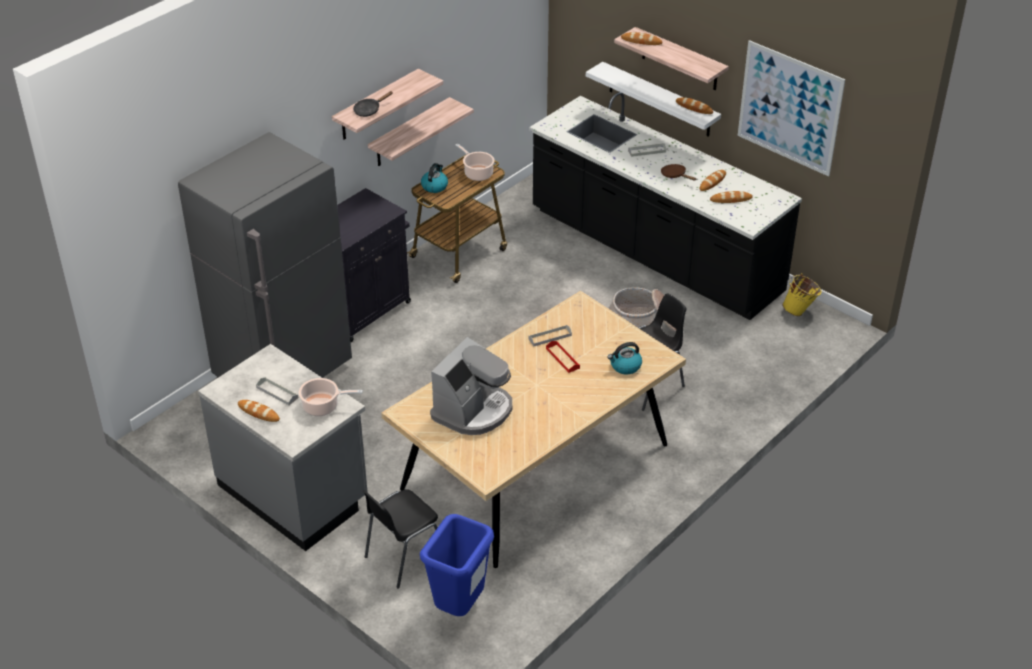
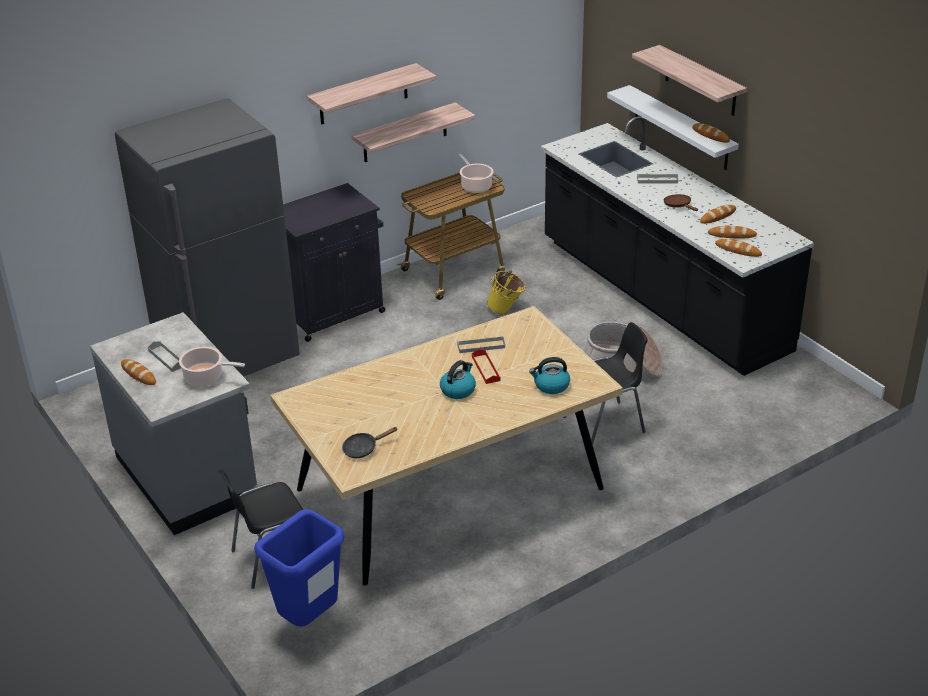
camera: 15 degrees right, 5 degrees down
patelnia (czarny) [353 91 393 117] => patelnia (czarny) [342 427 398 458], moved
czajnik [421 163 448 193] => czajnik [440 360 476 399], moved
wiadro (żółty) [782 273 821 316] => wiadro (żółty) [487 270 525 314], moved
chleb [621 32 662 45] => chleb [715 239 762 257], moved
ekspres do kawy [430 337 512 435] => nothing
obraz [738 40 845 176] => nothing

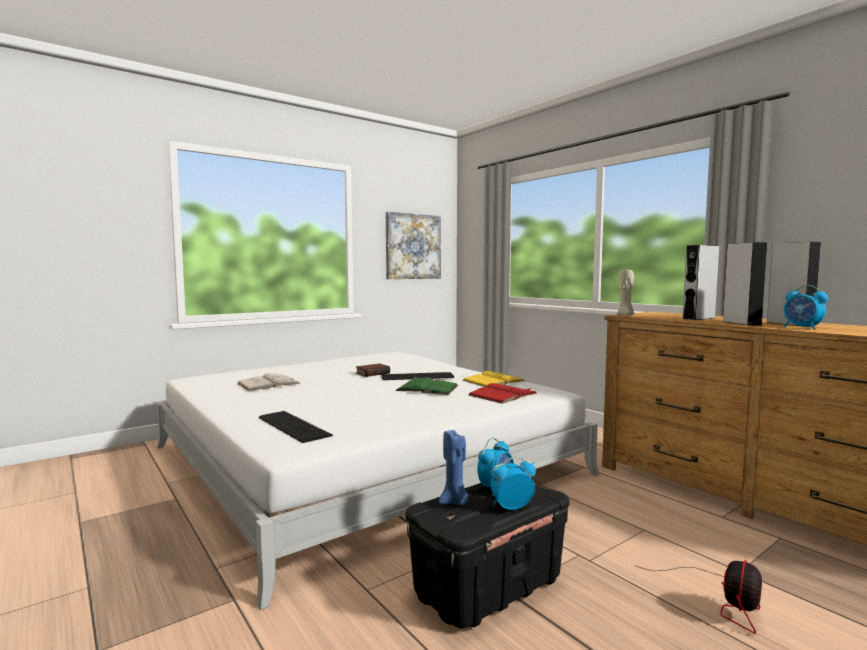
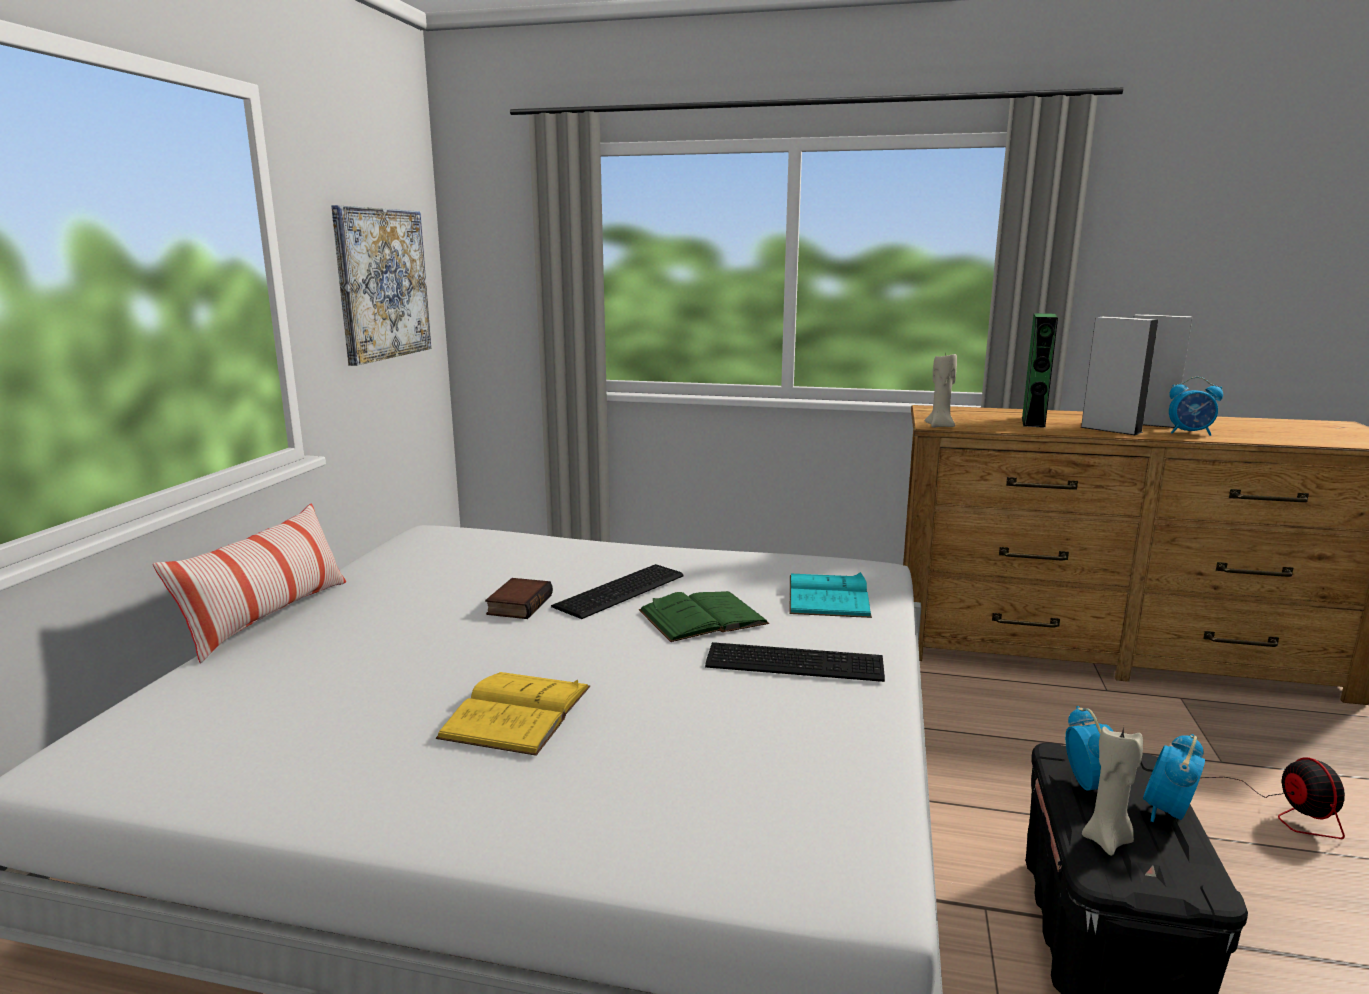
camera: 40 degrees left, 10 degrees up
nothing => poduszka [153 504 346 663]
książka (żółty) [462 371 525 387] => książka (żółty) [436 672 590 756], moved
klawiatura [259 411 333 443] => klawiatura [705 642 885 682], moved
książka (czerwony) [468 383 537 404] => książka (turkusowy) [790 572 872 618]
głośnik (szary) [683 245 719 320] => głośnik (zielony) [1022 313 1058 428]
świeca (niebieski) [439 430 468 505] => świeca (beżowy) [1082 727 1143 856]
książka (biały) [237 373 301 391] => nothing

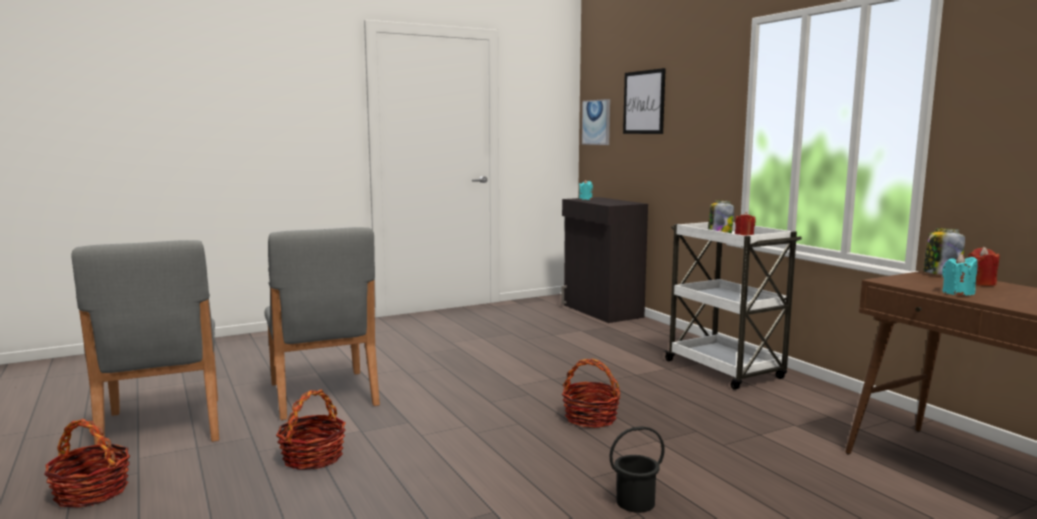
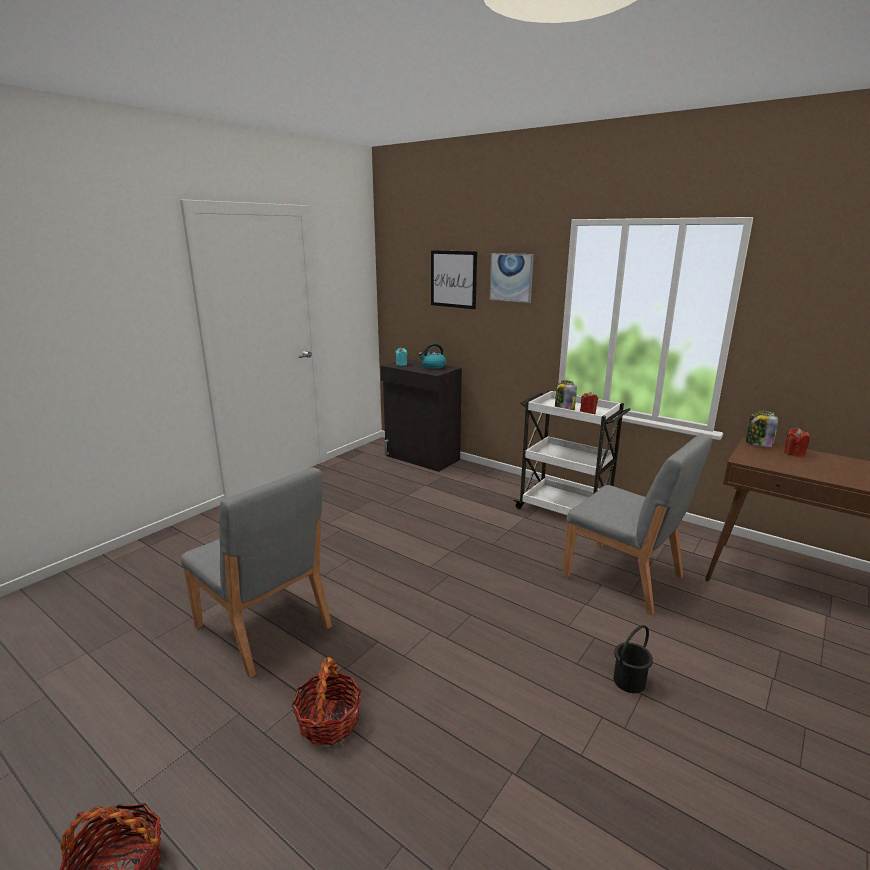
camera: 25 degrees left, 10 degrees up
nothing => czajnik [419 343 446 369]
obraz [582 99 610 145] => obraz [490 253 534 303], moved
krzesło (szary) [72 240 219 458] => krzesło (szary) [563 435 712 615], moved
koszyk [562 359 621 428] => nothing
świeca (turkusowy) [942 254 978 296] => nothing

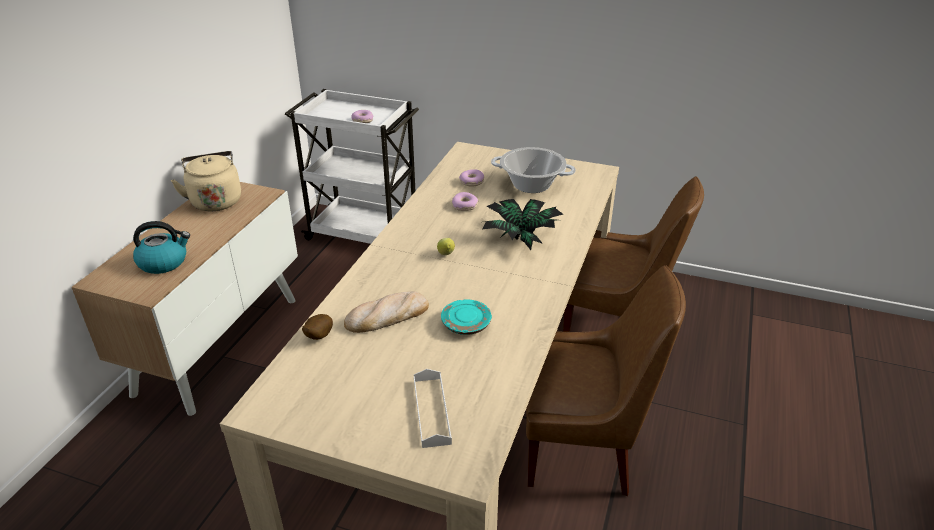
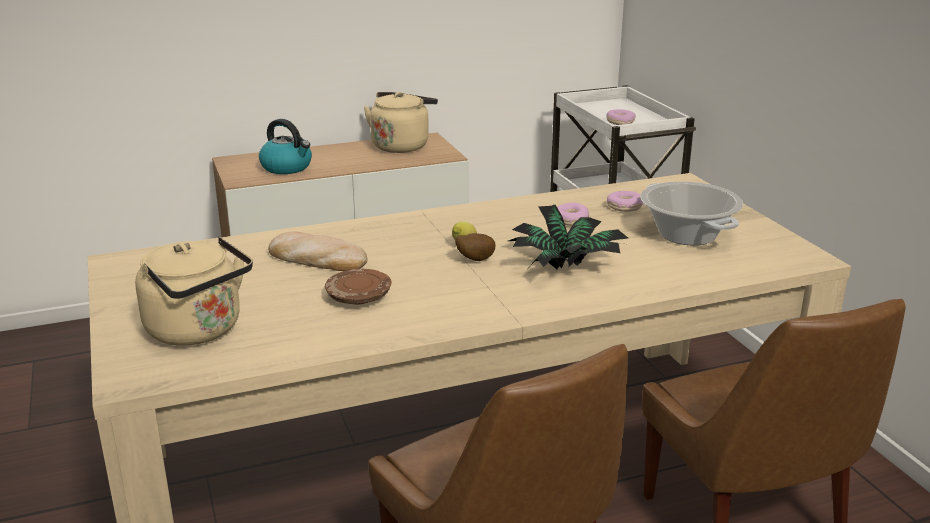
camera: 50 degrees right, 10 degrees down
taca (biały) [414 369 452 448] => czajnik (beżowy) [135 237 253 346]
talerz (turkusowy) [441 299 492 335] => talerz (brązowy) [325 269 391 304]
ziemniak [302 314 333 340] => ziemniak [455 233 496 261], moved

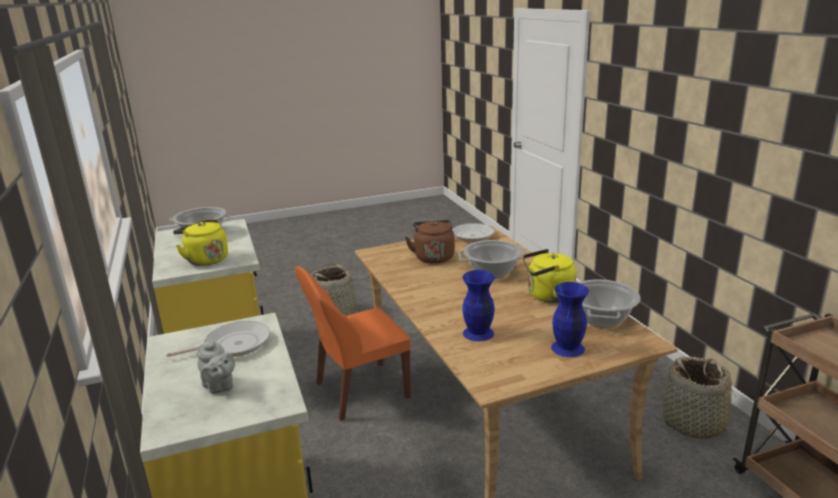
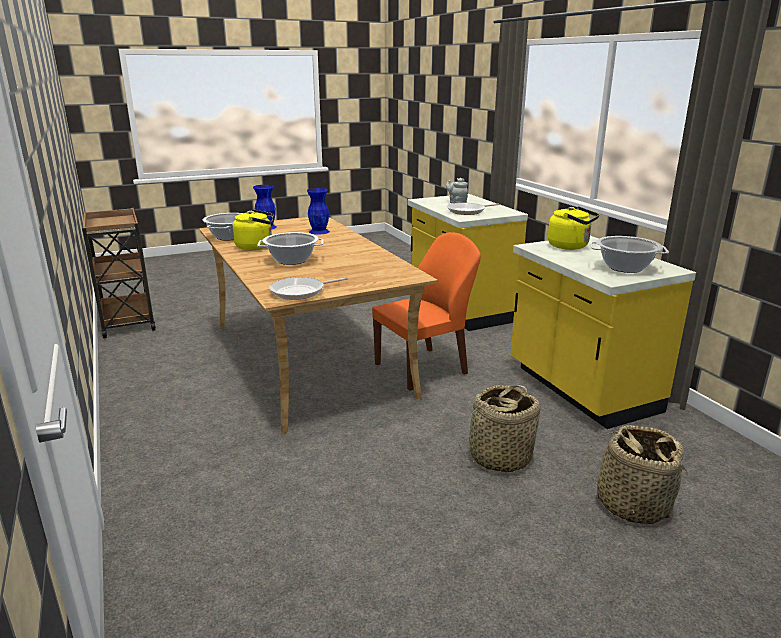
camera: 175 degrees right, 0 degrees up
koszyk [659 356 743 439] => koszyk [588 425 688 525], moved
czajnik (brązowy) [405 220 455 264] => nothing

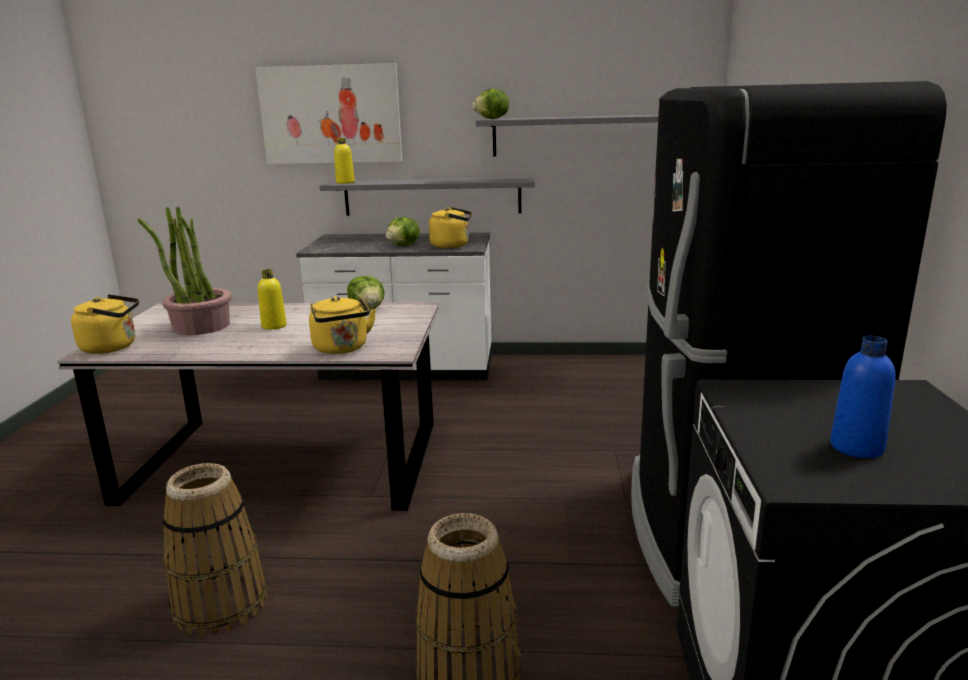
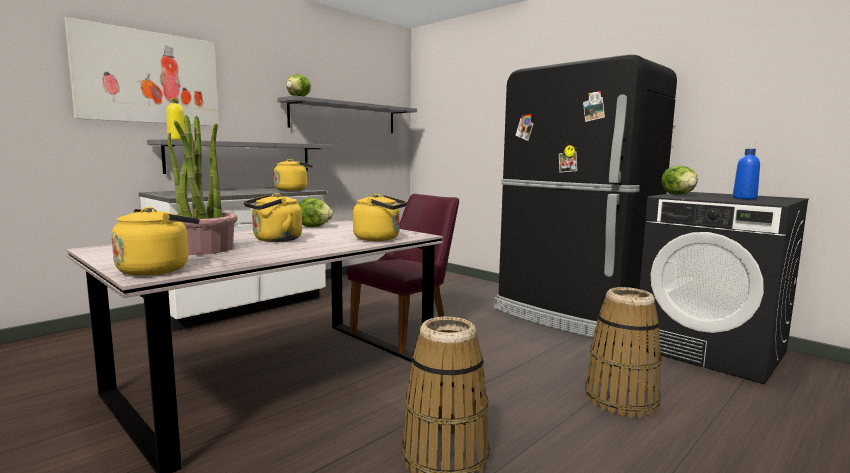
camera: 50 degrees left, 10 degrees down
butelka (żółty) [258 269 287 330] => czajnik (żółty) [244 193 302 242]
nothing => krzesło (fioletowy) [347 194 459 354]
sałata [386 217 420 246] => sałata [662 165 698 195], moved

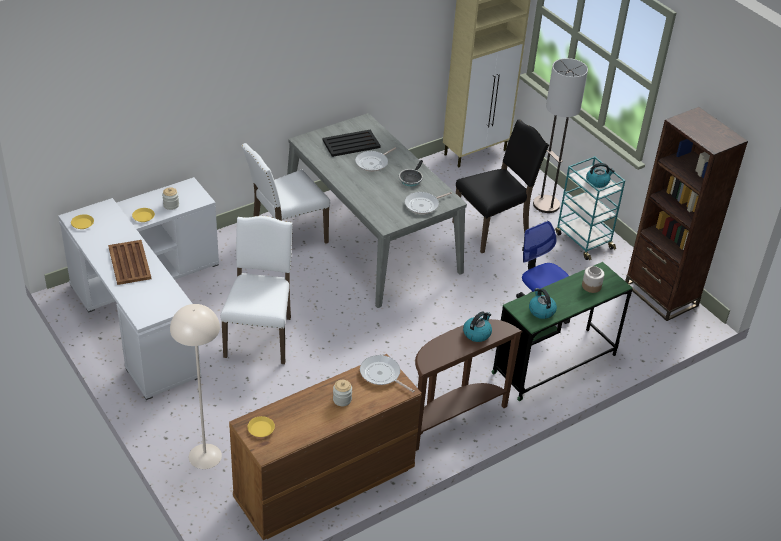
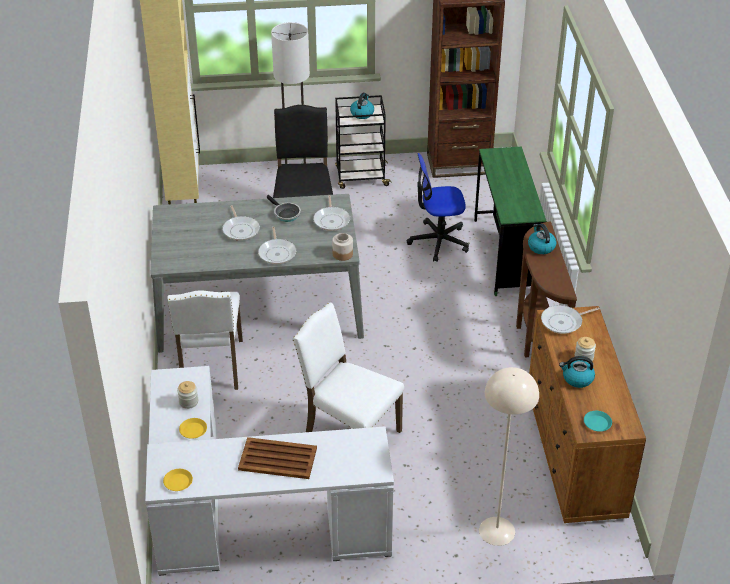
camera: 60 degrees left, 0 degrees up
nothing => patelnia [258 227 296 264]
słoik [582 266 604 293] => słoik [332 233 353 261], moved
wózek (turkusowy) [556 156 625 260] => wózek (czarny) [335 95 392 189]
czajnik [529 288 557 319] => czajnik [559 356 595 388], moved
talerz (żółty) [247 416 275 437] => talerz (turkusowy) [584 411 612 431]
taca (czarny) [322 130 381 157] => nothing

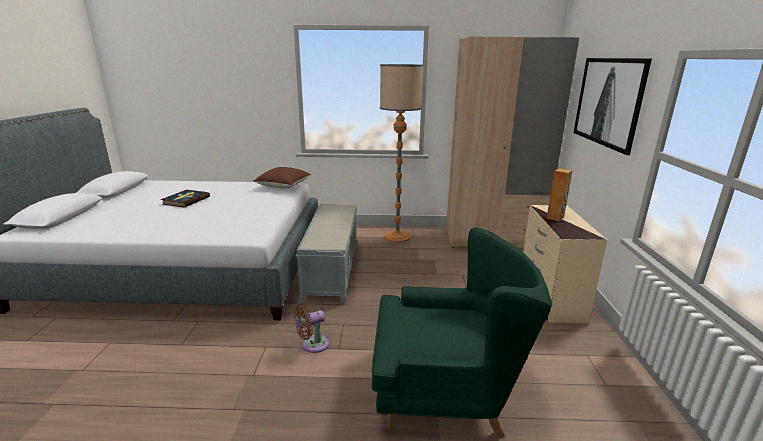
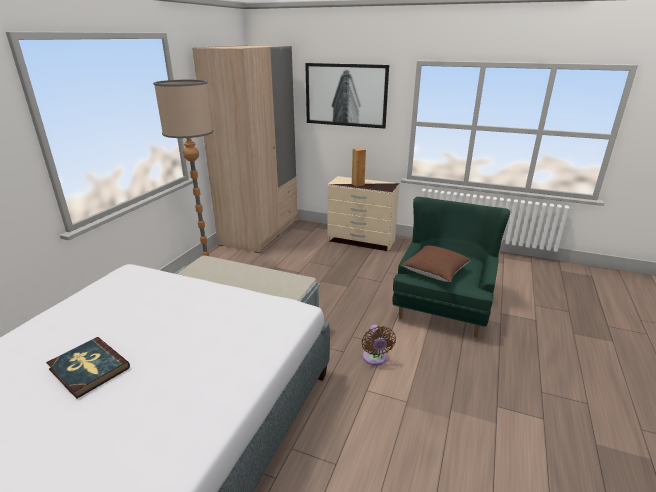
camera: 70 degrees left, 5 degrees up
poduszka (brązowy) [253 167 311 188] => poduszka (brązowy) [401 245 472 282], moved

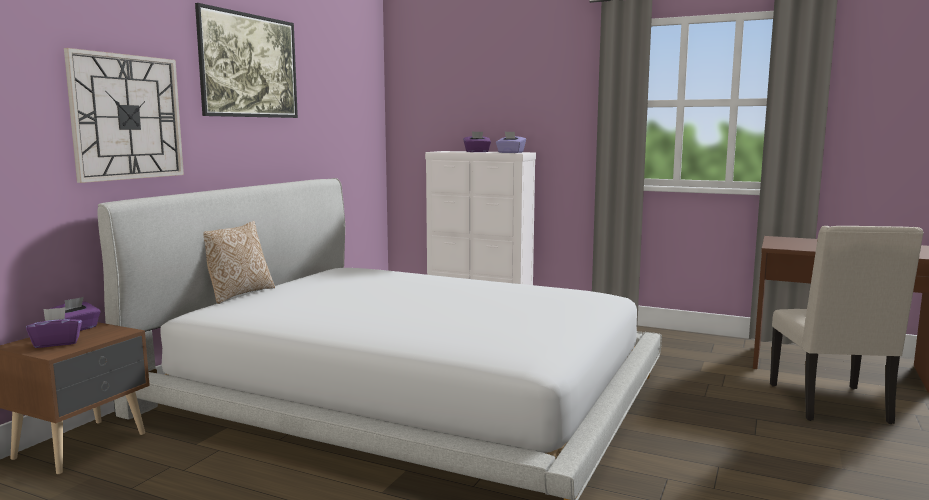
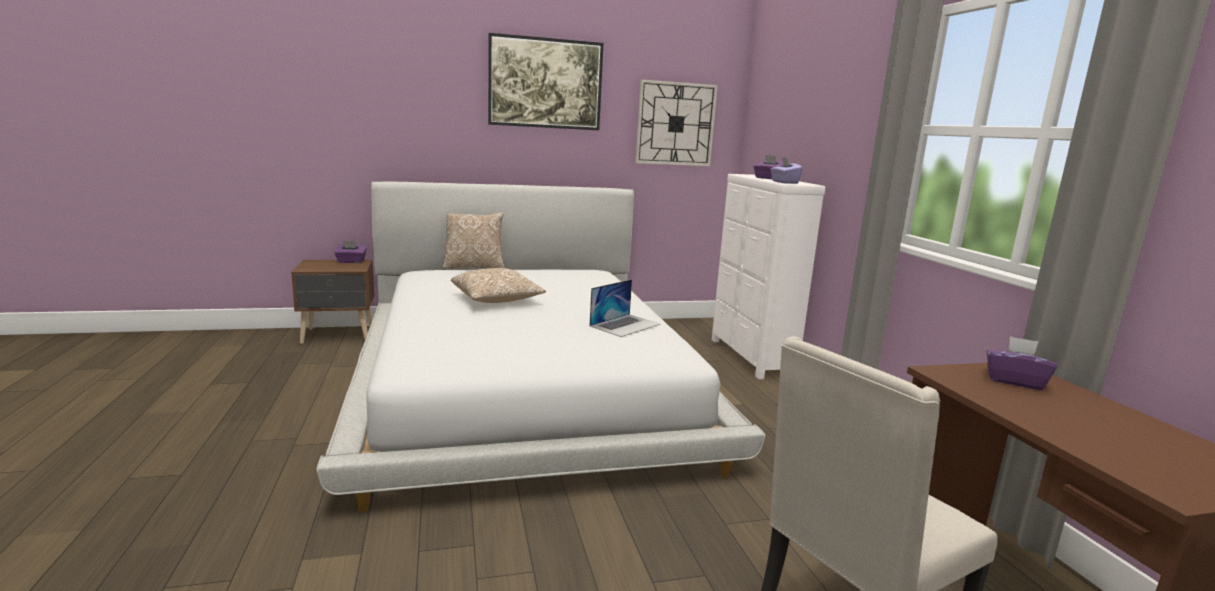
camera: 50 degrees right, 5 degrees up
nothing => poduszka [451 268 546 303]
nothing => laptop [590 279 660 337]
zegar ścienny [64 48 184 183] => zegar ścienny [635 79 718 166], moved
pudełko chusteczek (fioletowy) [26 307 82 348] => pudełko chusteczek (fioletowy) [987 336 1057 390], moved

